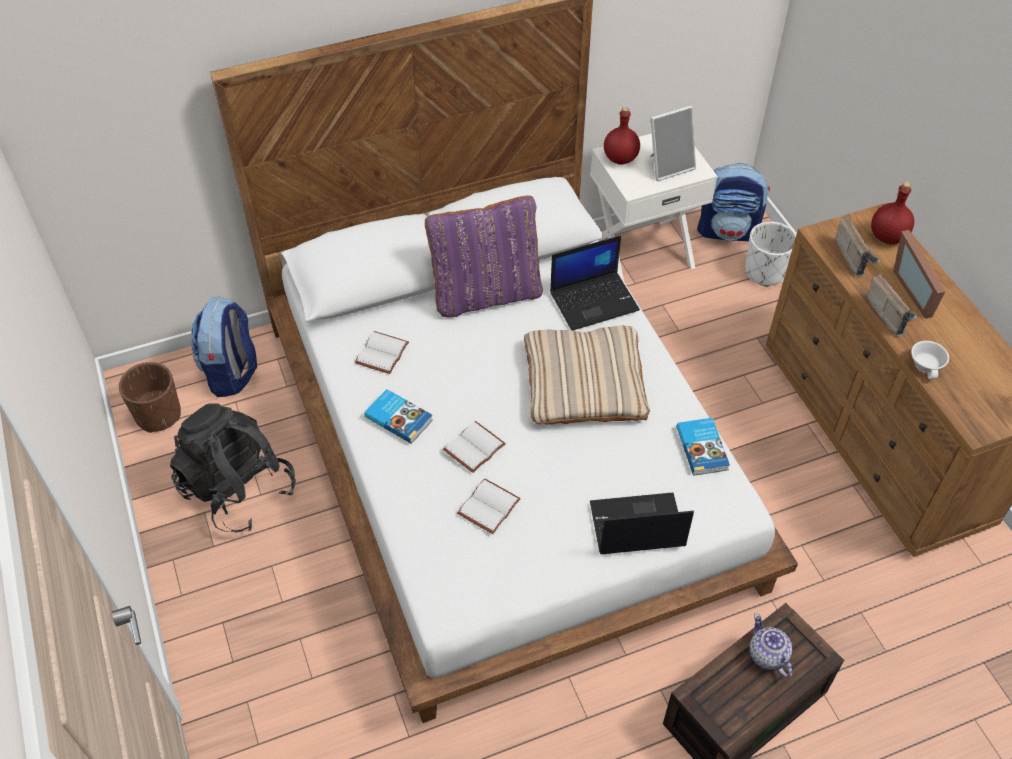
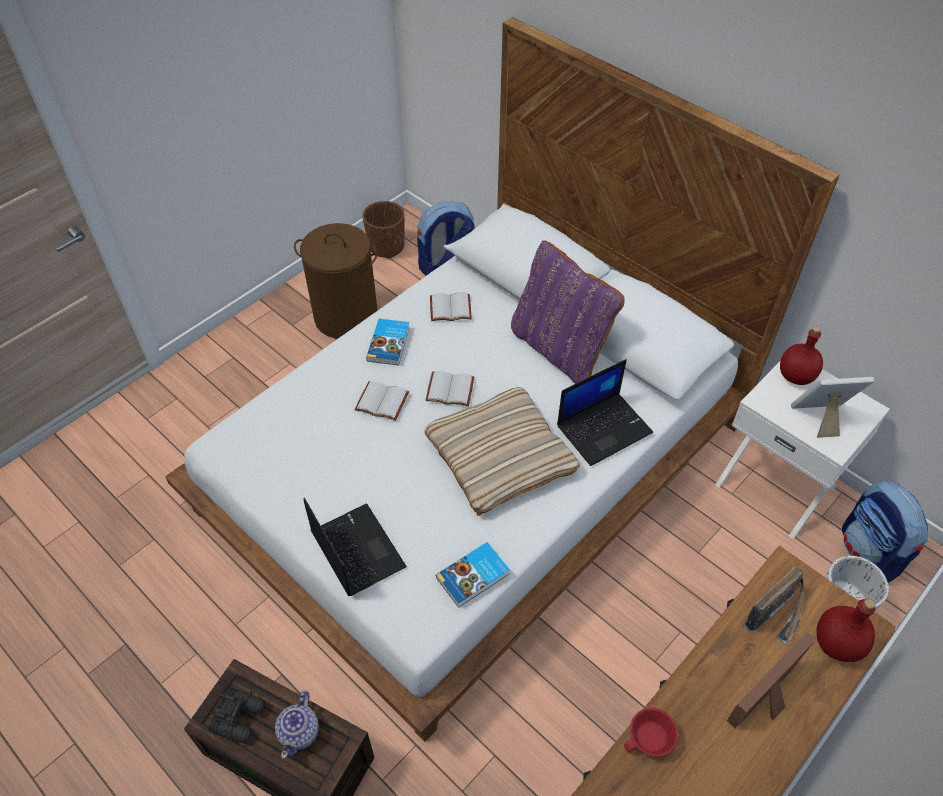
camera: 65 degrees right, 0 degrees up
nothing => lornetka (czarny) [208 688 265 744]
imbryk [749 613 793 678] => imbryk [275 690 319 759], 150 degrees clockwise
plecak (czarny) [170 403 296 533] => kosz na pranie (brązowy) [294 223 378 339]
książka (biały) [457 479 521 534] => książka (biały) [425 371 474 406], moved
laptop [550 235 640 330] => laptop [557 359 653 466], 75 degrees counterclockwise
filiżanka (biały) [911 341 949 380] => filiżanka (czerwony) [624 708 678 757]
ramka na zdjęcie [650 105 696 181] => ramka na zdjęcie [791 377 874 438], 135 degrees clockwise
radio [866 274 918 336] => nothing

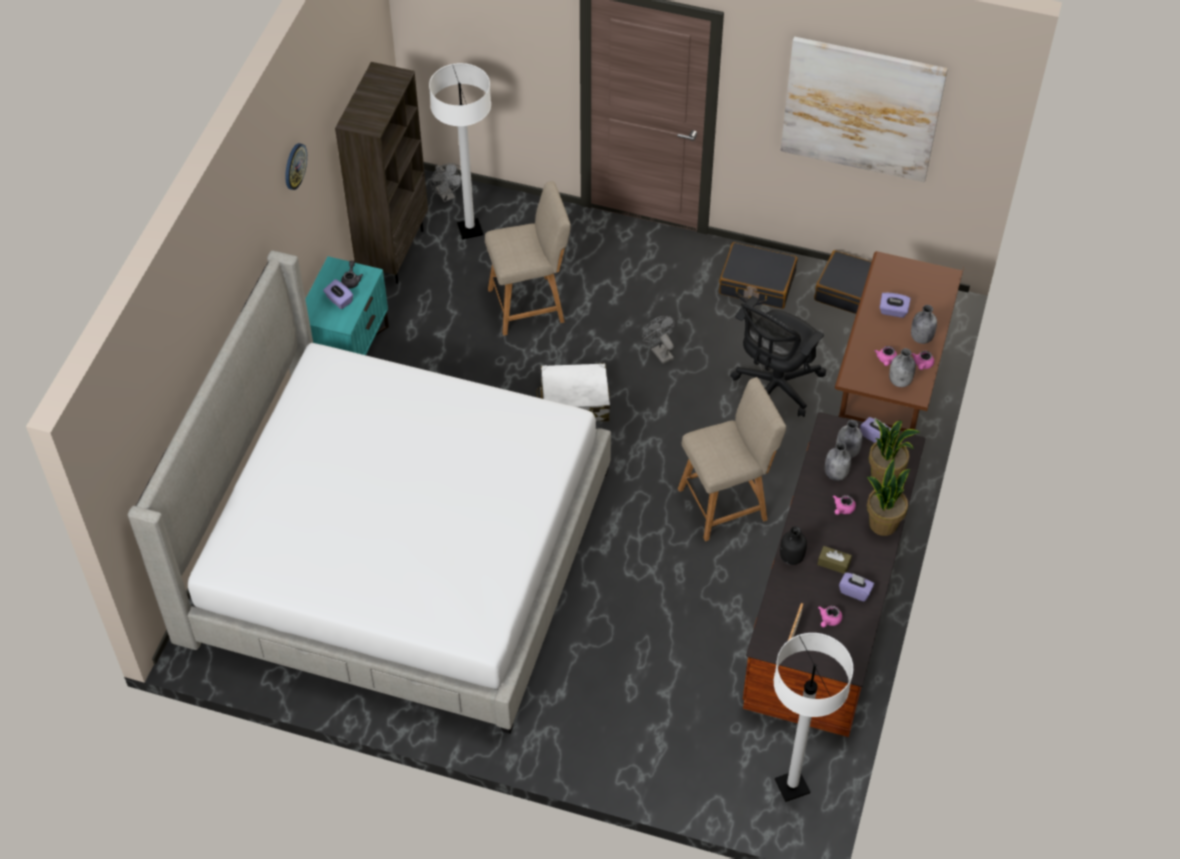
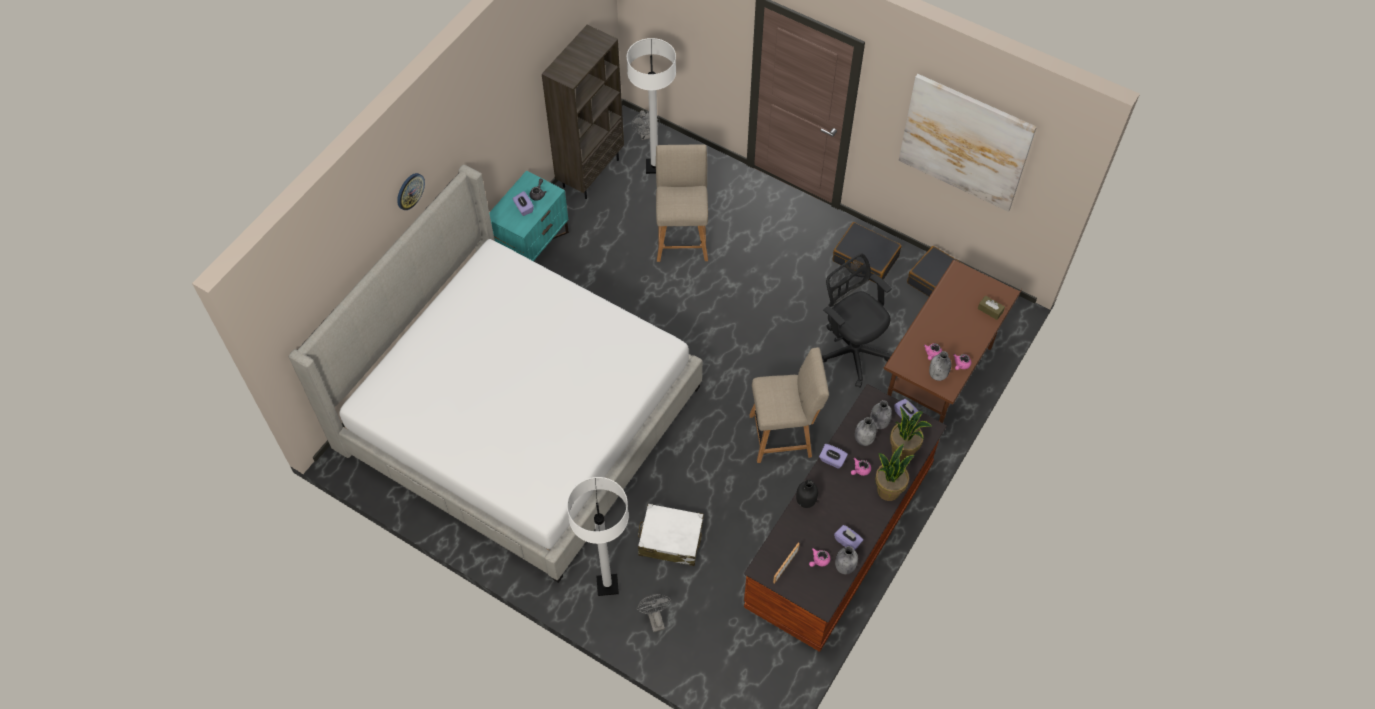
camera: 15 degrees right, 5 degrees up
zegar ścienny [285 143 307 190] => zegar ścienny [397 173 425 210], moved
lampa stojąca (biały) [774 633 853 802] => lampa stojąca (biały) [567 477 629 596], moved
wentylator (szary) [642 316 675 364] => wentylator (szary) [636 594 671 632], moved
walizka (biały) [536 363 610 421] => walizka (biały) [638 504 704 566], moved
krzesło (beżowy) [485 181 571 336] => krzesło (beżowy) [656 145 708 262], 90 degrees counterclockwise
pudełko chusteczek (fioletowy) [879 293 911 318] => pudełko chusteczek (fioletowy) [819 444 848 469], moved
krzesło biurowe (czarny) [730 296 826 417] => krzesło biurowe (czarny) [822 254 892 388], 90 degrees clockwise
butelka (szary) [911 305 937 344] => butelka (szary) [835 546 858 574], moved
pudełko chusteczek (brązowy) [817 546 852 574] => pudełko chusteczek (brązowy) [978 296 1005 320], moved

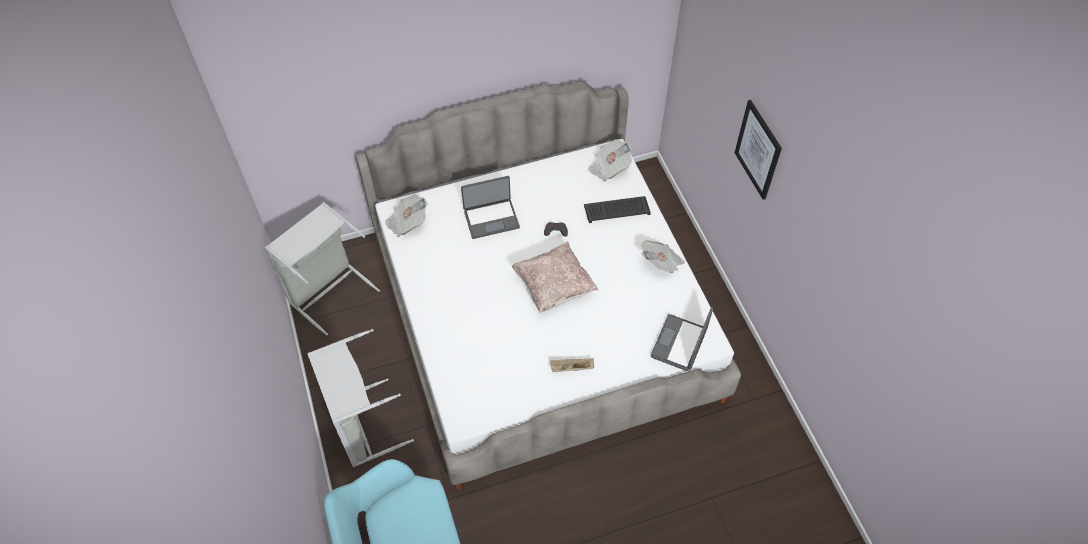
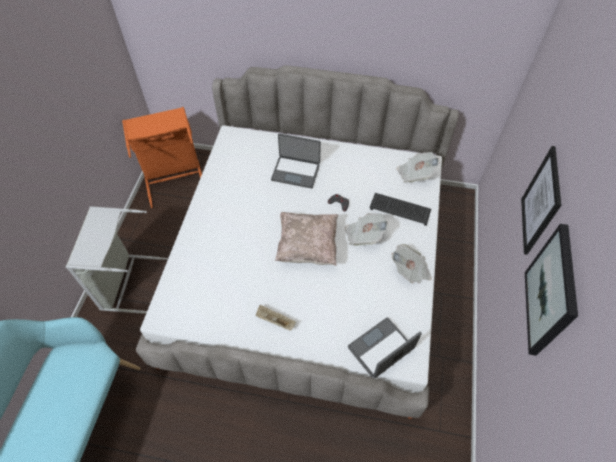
camera: 30 degrees right, 0 degrees up
kosz na pranie (szary) [265 202 380 336] => kosz na pranie (pomarańczowy) [122 107 202 208]
gazeta [385 194 428 237] => gazeta [345 213 389 246], moved
nothing => obraz [525 224 578 356]

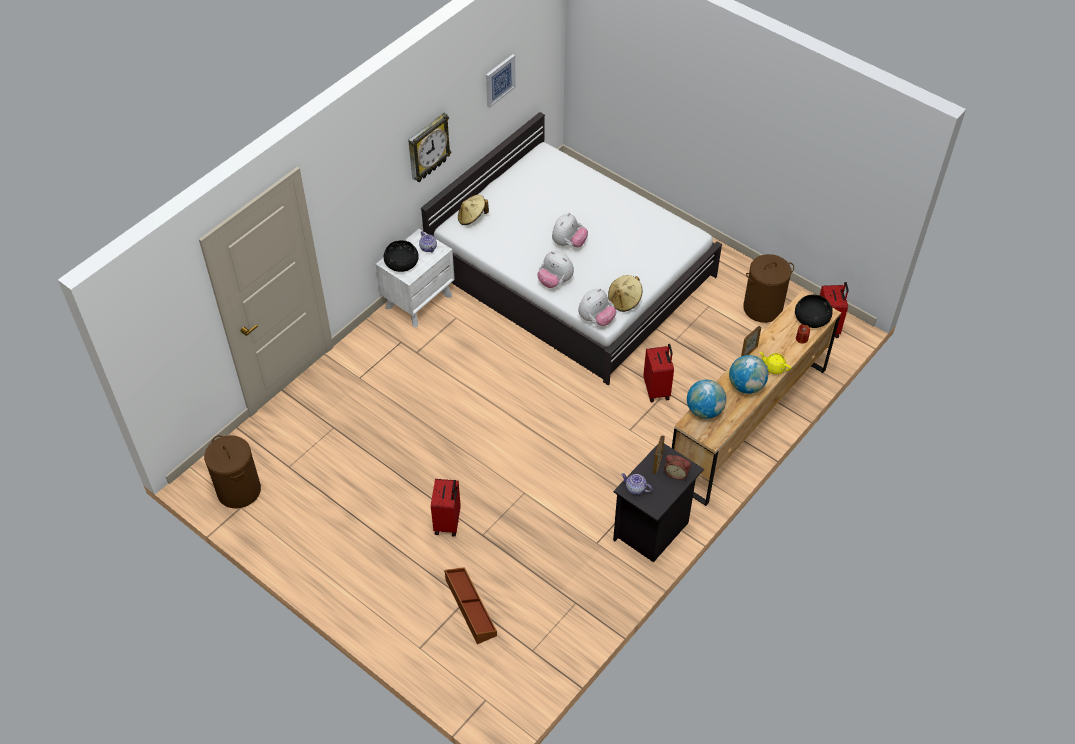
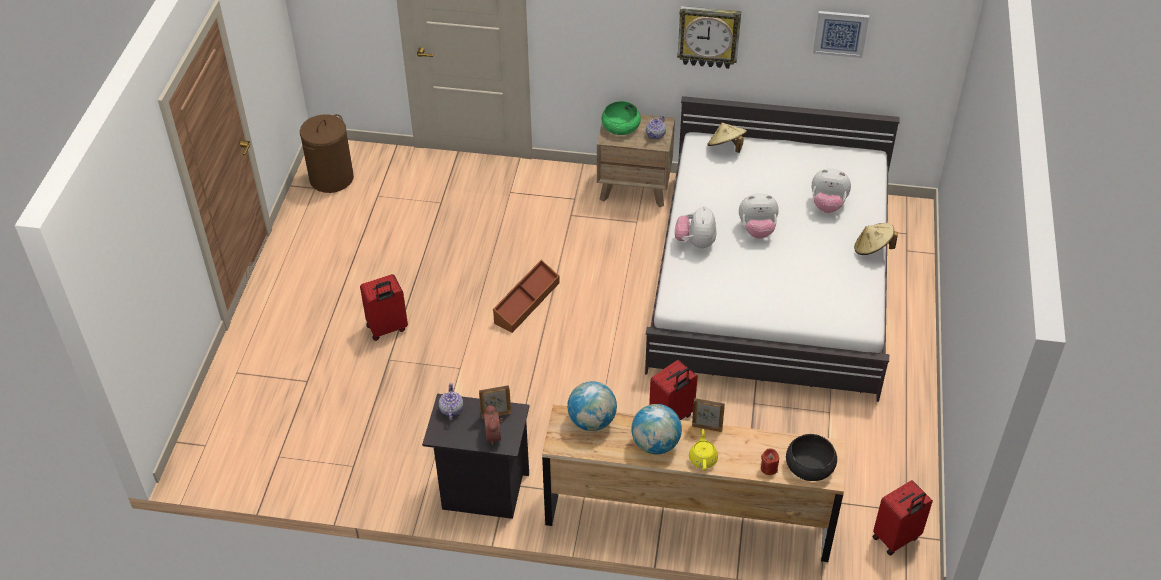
camera: 60 degrees right, 5 degrees down
pojemnik do przechowywania (brązowy) [444 567 497 644] => pojemnik do przechowywania (brązowy) [493 260 560 333], moved
szafka nocna (biały) [376 229 455 327] => szafka nocna (brązowy) [597 115 675 207]
miska (czarny) [384 240 419 272] => miska (zielony) [602 101 641 135]
pluszak [578 288 617 326] => pluszak [812 168 851 213], moved
kapelusz (beżowy) [608 275 642 312] => kapelusz (beżowy) [854 223 898 255], moved
kosz na pranie (brązowy) [743 254 794 323] => nothing

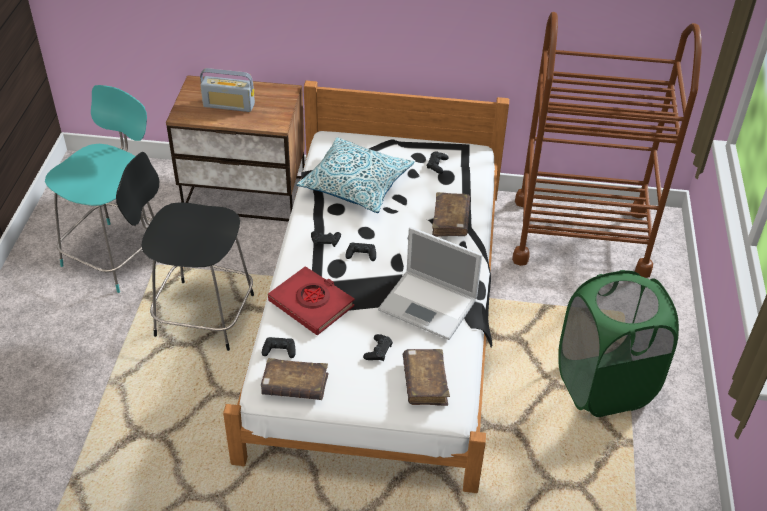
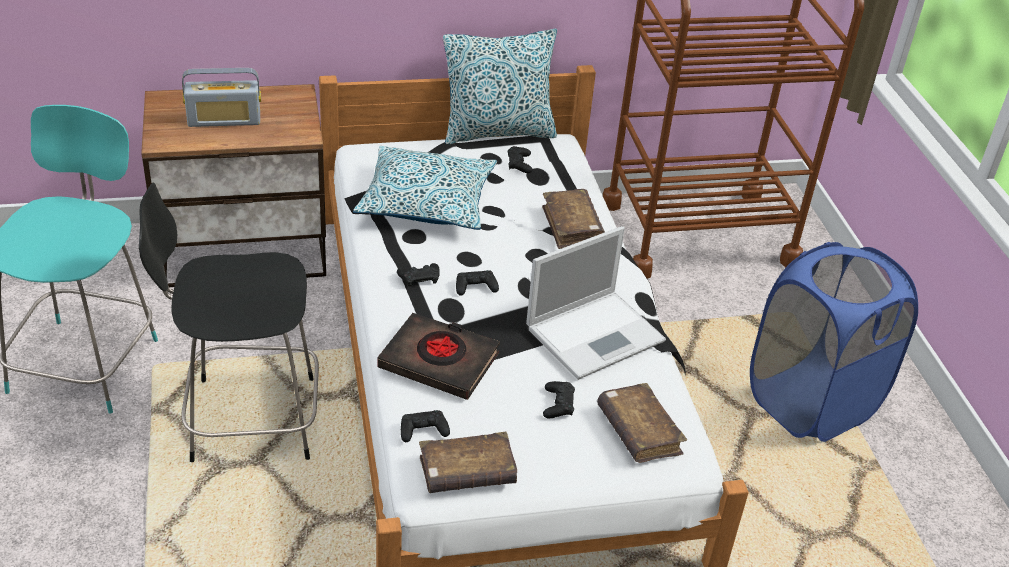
camera: 20 degrees left, 5 degrees down
książka (czerwony) [268 266 355 335] => książka (czarny) [377 313 500 400]
nothing => poduszka [443 29 557 144]
laptop [378 227 482 340] => laptop [526 226 666 380], 45 degrees counterclockwise
kosz na pranie (zielony) [558 270 679 417] => kosz na pranie (niebieski) [750 242 918 442]

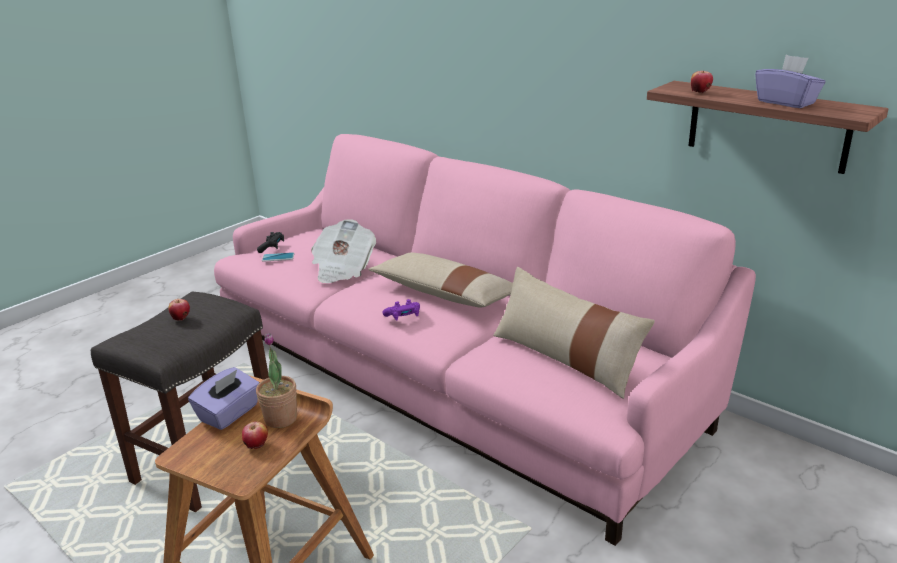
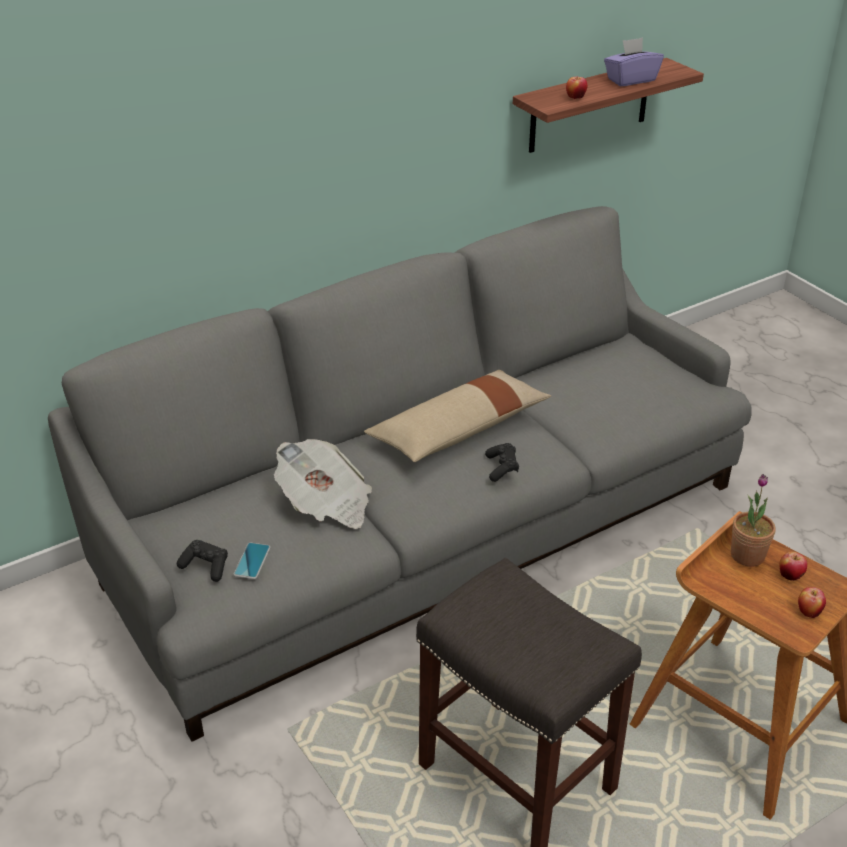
camera: 75 degrees left, 10 degrees up
kanapa (różowy) [214 134 756 546] => kanapa (szary) [48 206 752 742]
pad do gier (fioletowy) [383 299 420 321] => pad do gier (czarny) [485 443 519 482]
jabłko [169 299 190 321] => jabłko [798 587 826 618], moved
pudełko chusteczek (fioletowy) [188 367 260 430] => nothing
poduszka (beżowy) [493 267 655 399] => nothing

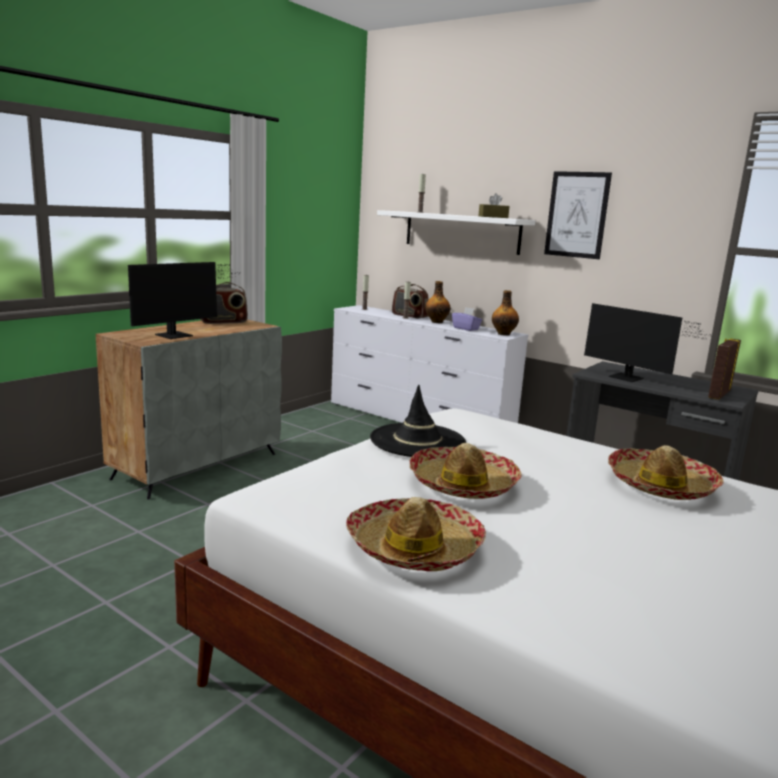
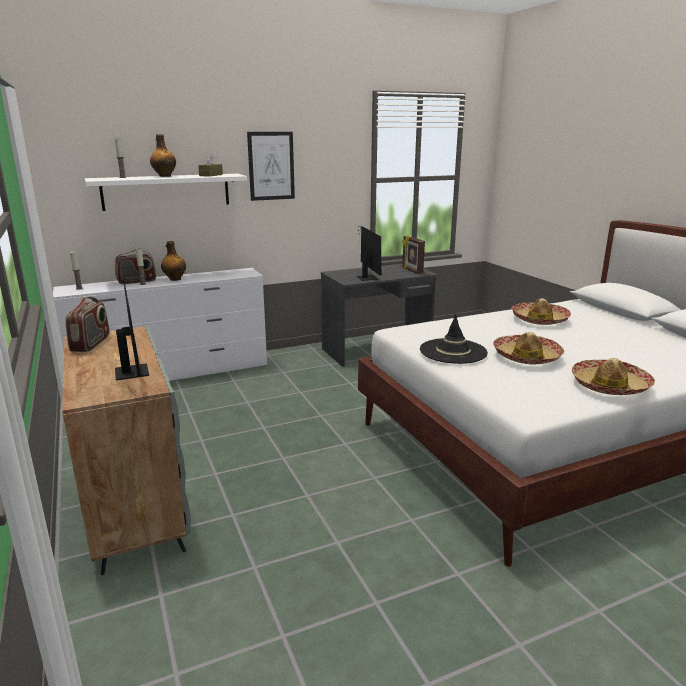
camera: 60 degrees left, 5 degrees up
butelka [492 290 519 336] => butelka [150 134 176 177], moved
monitor [584 303 710 382] => monitor [357 226 382 281], 90 degrees counterclockwise
pudełko chusteczek (fioletowy) [452 307 482 331] => nothing

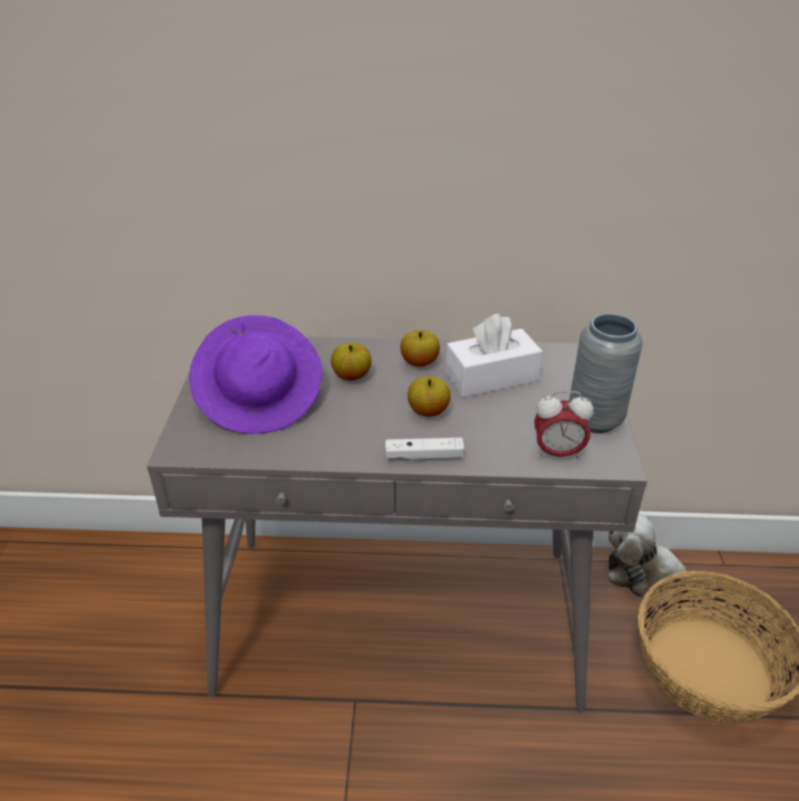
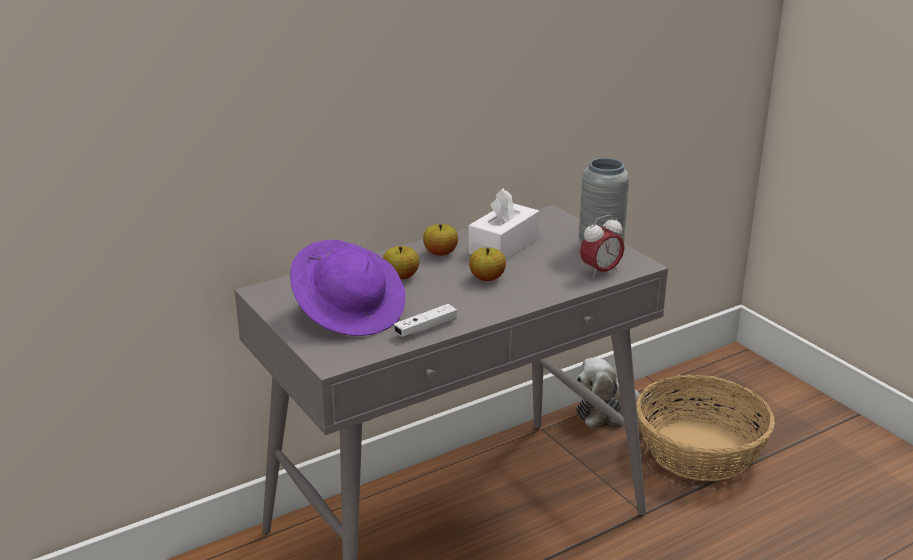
camera: 35 degrees left, 10 degrees down
pad do gier (biały) [385 438 464 460] => pad do gier (biały) [394 304 457 337], moved

